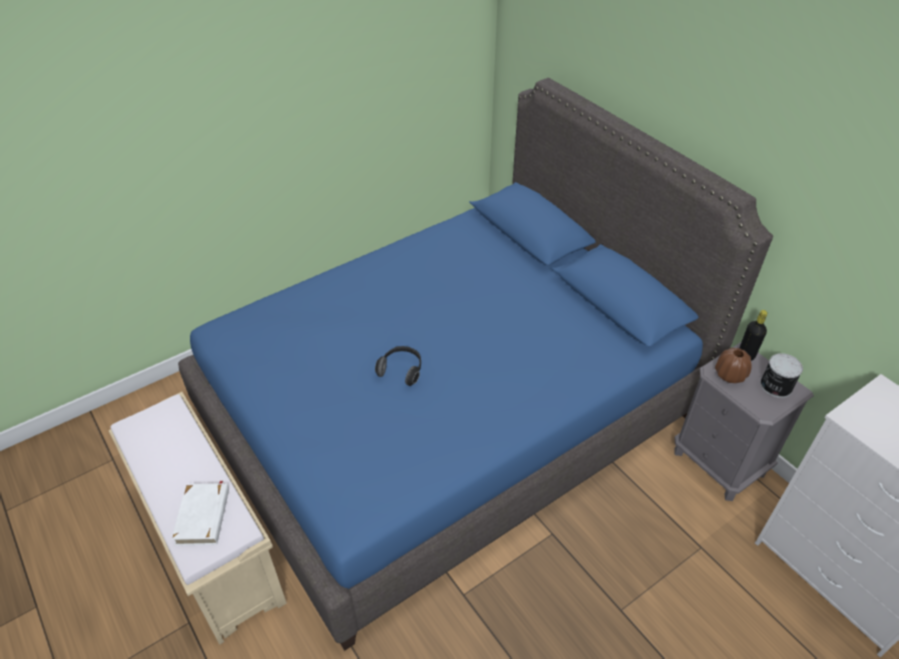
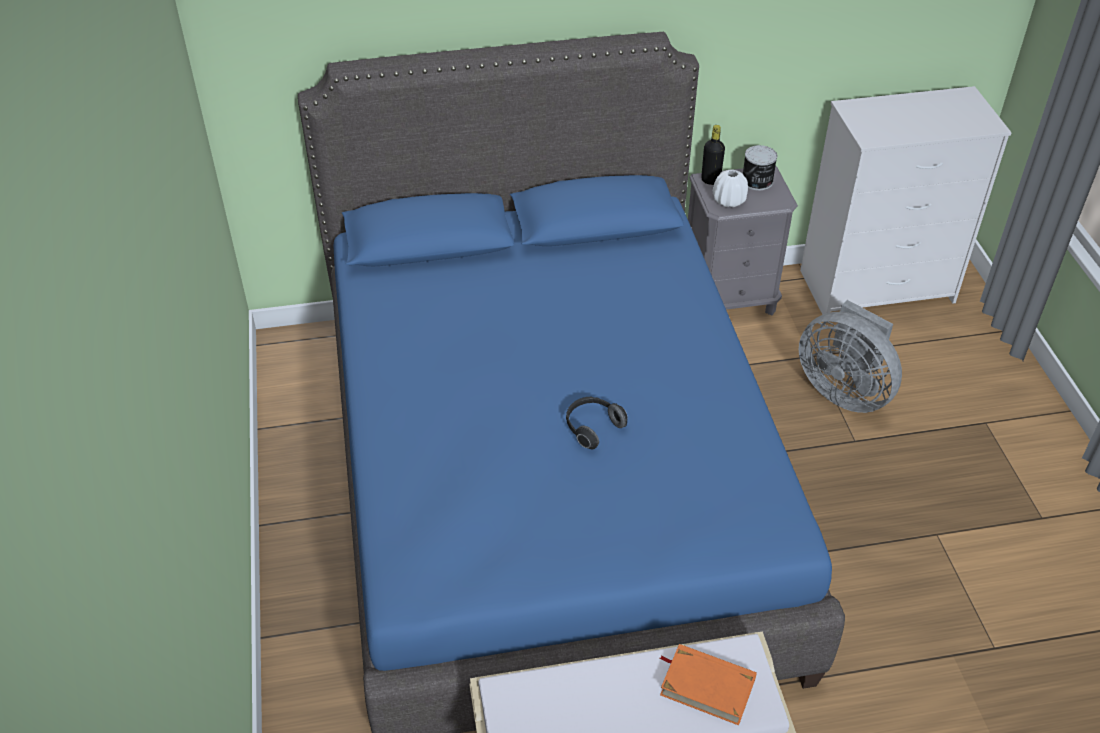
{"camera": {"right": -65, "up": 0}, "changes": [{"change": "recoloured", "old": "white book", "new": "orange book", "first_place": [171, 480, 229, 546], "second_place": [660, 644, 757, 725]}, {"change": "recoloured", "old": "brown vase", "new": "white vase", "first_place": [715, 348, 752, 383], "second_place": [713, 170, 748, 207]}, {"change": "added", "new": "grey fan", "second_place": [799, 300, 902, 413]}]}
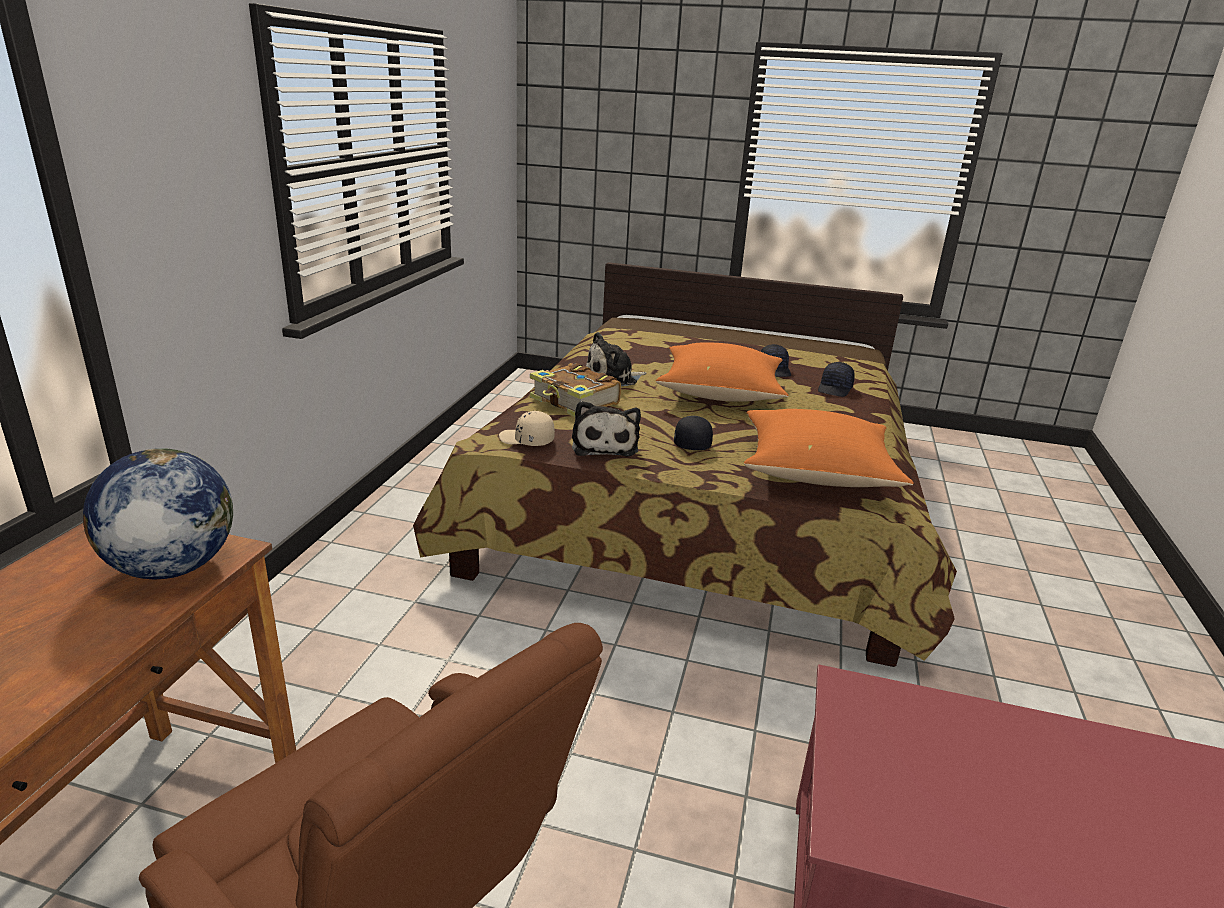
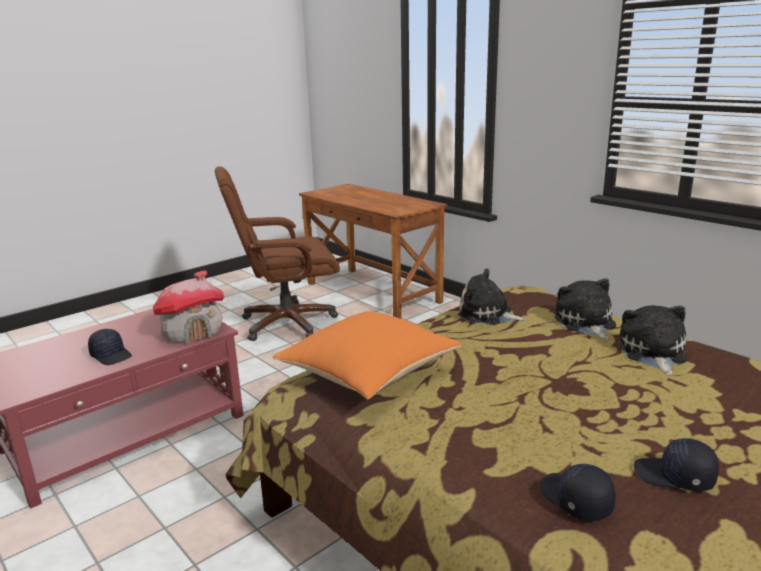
{"camera": {"right": 125, "up": -5}, "changes": [{"change": "removed", "old": "globe", "first_place": [83, 449, 233, 580]}, {"change": "removed", "old": "beige cap", "first_place": [499, 411, 555, 446]}, {"change": "replaced", "old": "book", "new": "plush toy", "first_place": [530, 363, 621, 417], "second_place": [555, 278, 616, 340]}, {"change": "removed", "old": "orange pillow", "first_place": [656, 342, 789, 402]}, {"change": "moved", "old": "black cap", "first_place": [674, 416, 713, 450], "second_place": [88, 329, 132, 365]}, {"change": "added", "new": "toy house", "second_place": [153, 270, 224, 344]}]}
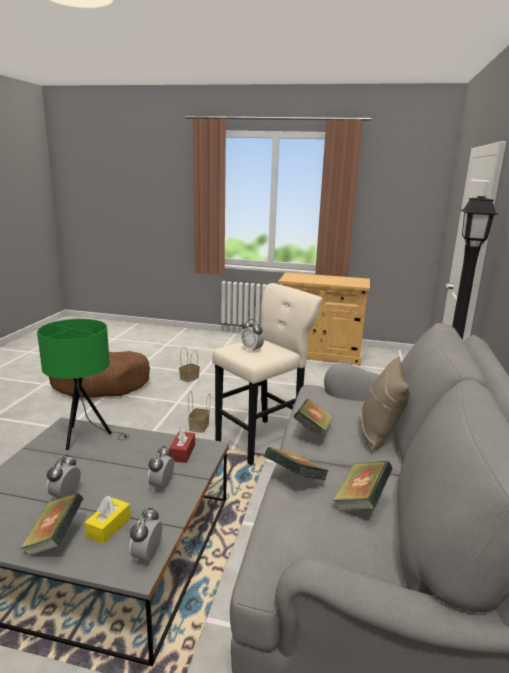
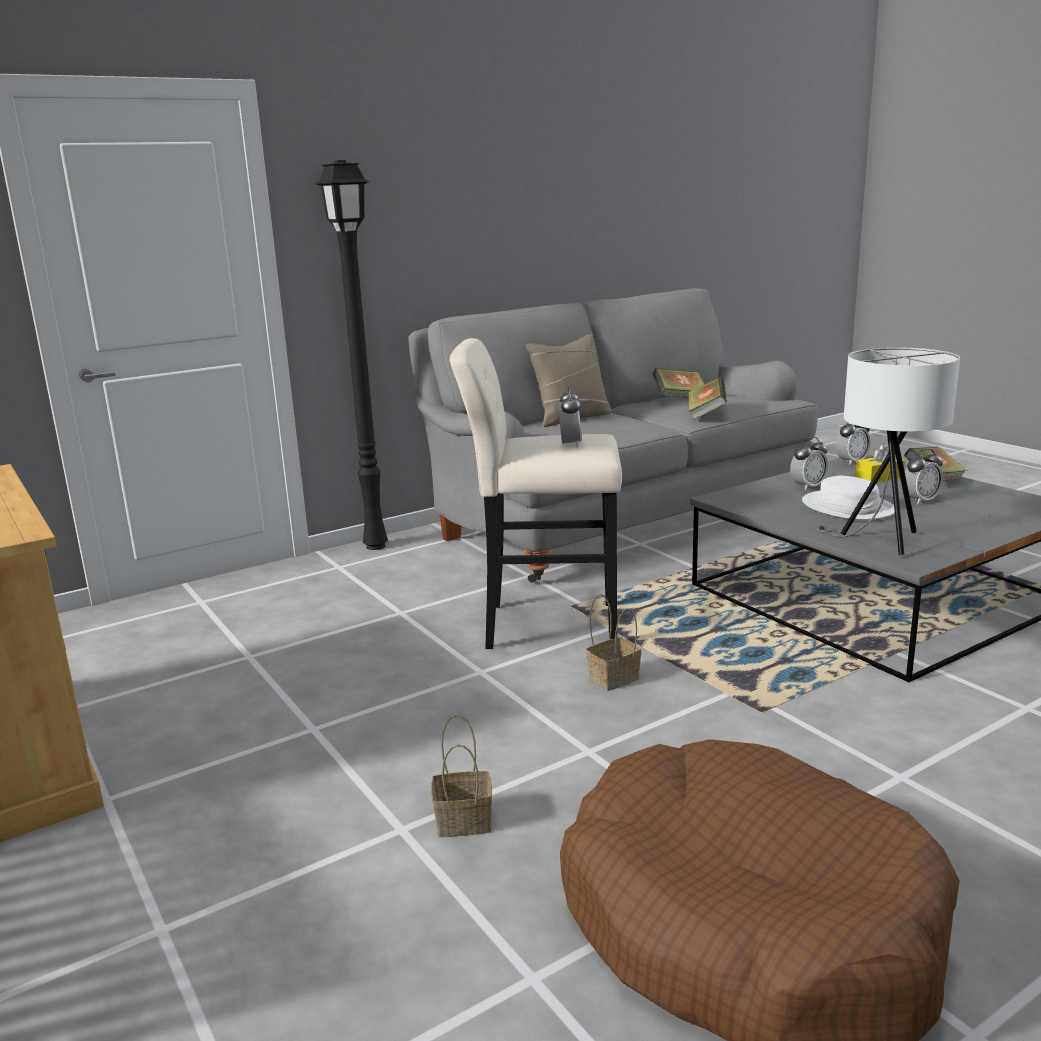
{"camera": {"right": -135, "up": 0}, "changes": [{"change": "recoloured", "old": "green table lamp", "new": "white table lamp", "first_place": [37, 319, 129, 450], "second_place": [816, 347, 960, 555]}, {"change": "removed", "old": "red tissue box", "first_place": [169, 428, 195, 463]}, {"change": "removed", "old": "book", "first_place": [293, 399, 333, 437]}, {"change": "added", "new": "white hat", "second_place": [802, 475, 895, 520]}]}
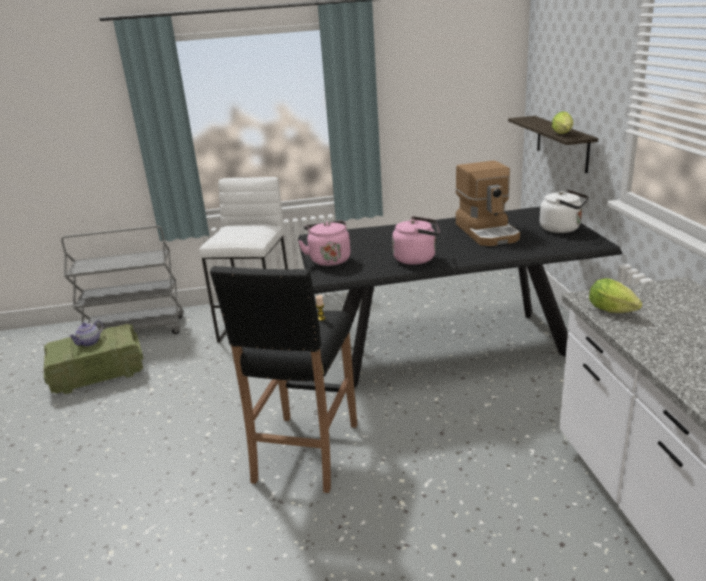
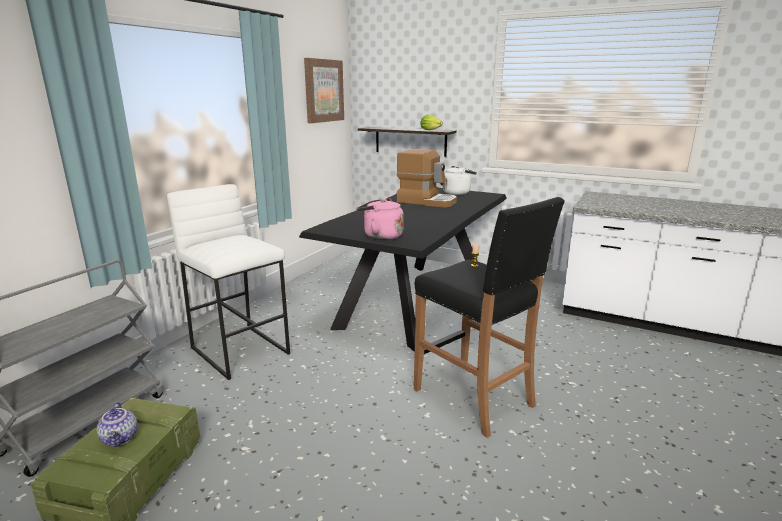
{"camera": {"right": -55, "up": -5}, "changes": [{"change": "removed", "old": "pink kettle", "first_place": [392, 216, 440, 265]}, {"change": "removed", "old": "lettuce", "first_place": [589, 278, 642, 313]}, {"change": "added", "new": "picture", "second_place": [304, 58, 344, 123]}]}
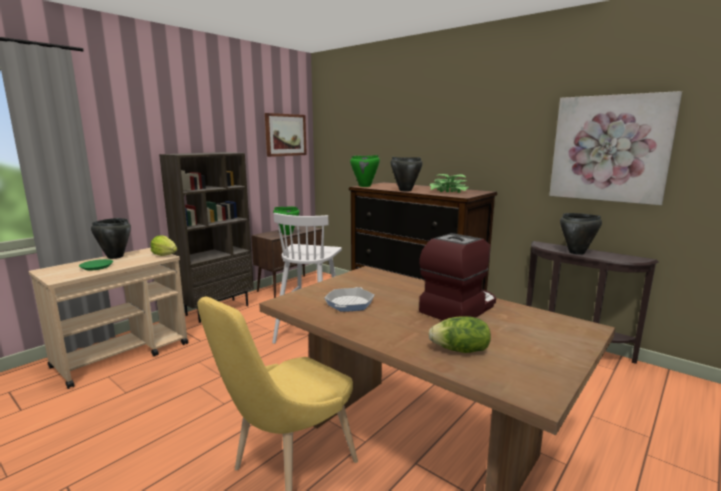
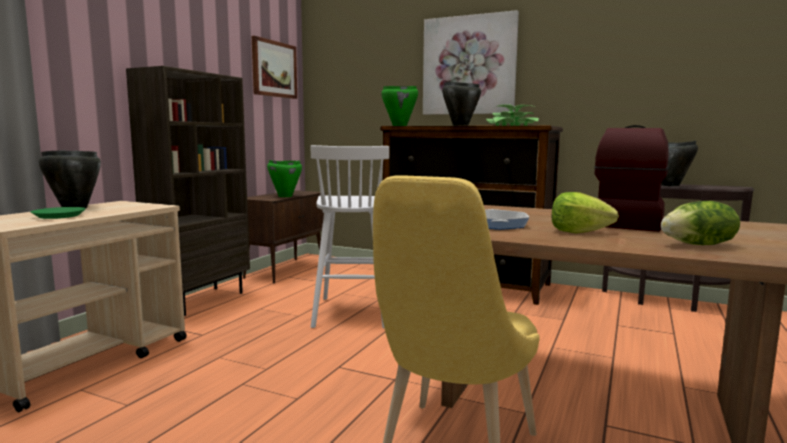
{"camera": {"right": -15, "up": -5}, "changes": [{"change": "moved", "old": "lettuce", "first_place": [151, 235, 178, 256], "second_place": [552, 192, 619, 233]}, {"change": "moved", "old": "picture", "first_place": [549, 91, 682, 205], "second_place": [423, 10, 519, 115]}]}
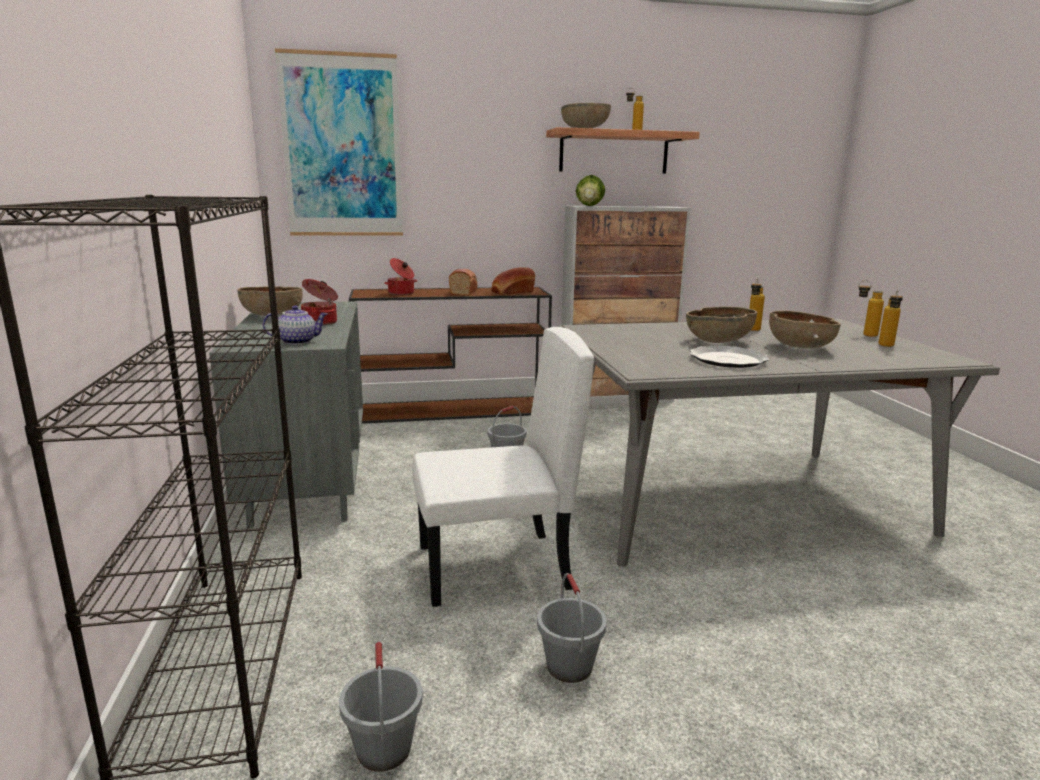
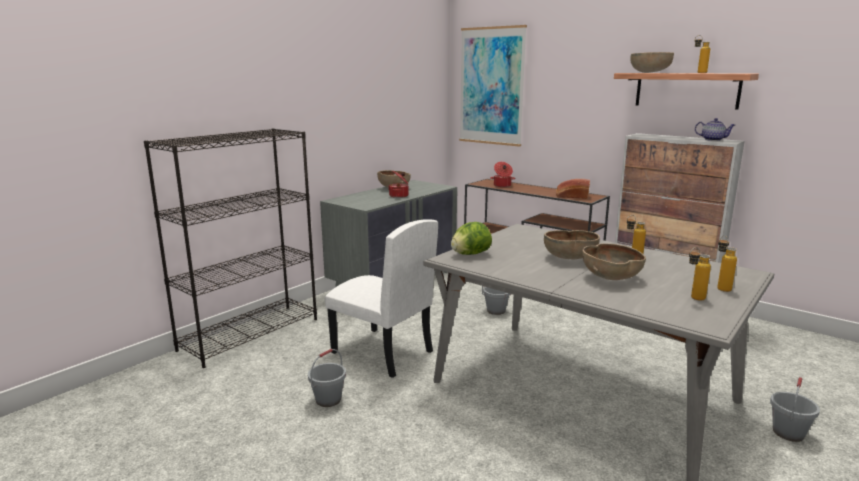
{"camera": {"right": 50, "up": 0}, "changes": [{"change": "moved", "old": "teapot", "first_place": [263, 305, 327, 345], "second_place": [695, 118, 735, 141]}, {"change": "moved", "old": "grey bucket", "first_place": [339, 640, 423, 772], "second_place": [770, 377, 820, 442]}, {"change": "removed", "old": "bread", "first_place": [449, 269, 478, 295]}, {"change": "moved", "old": "lettuce", "first_place": [576, 175, 605, 206], "second_place": [451, 222, 492, 255]}, {"change": "removed", "old": "plate", "first_place": [690, 345, 769, 368]}]}
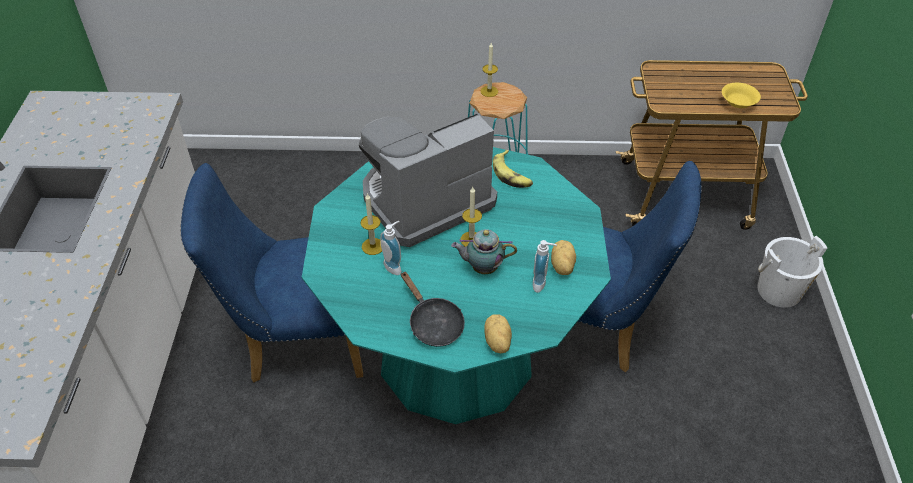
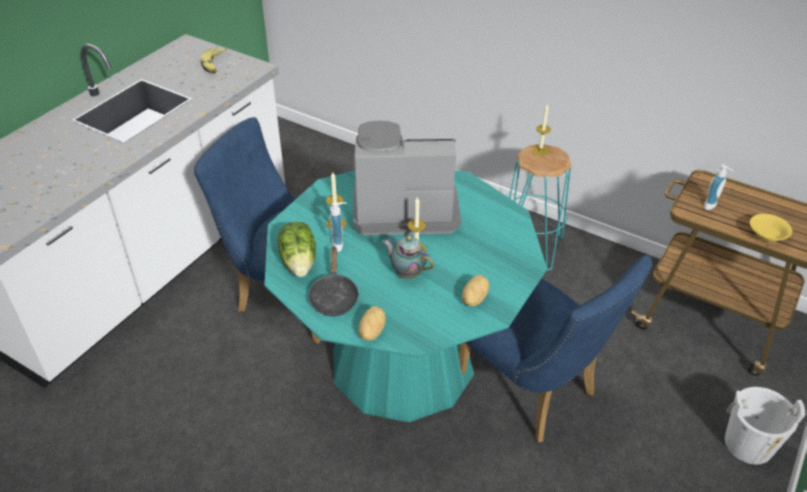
{"camera": {"right": 30, "up": -5}, "changes": [{"change": "moved", "old": "banana", "first_place": [493, 150, 533, 188], "second_place": [200, 48, 227, 73]}, {"change": "moved", "old": "soap dispenser", "first_place": [533, 240, 557, 292], "second_place": [704, 165, 734, 210]}, {"change": "added", "new": "lettuce", "second_place": [278, 222, 316, 277]}]}
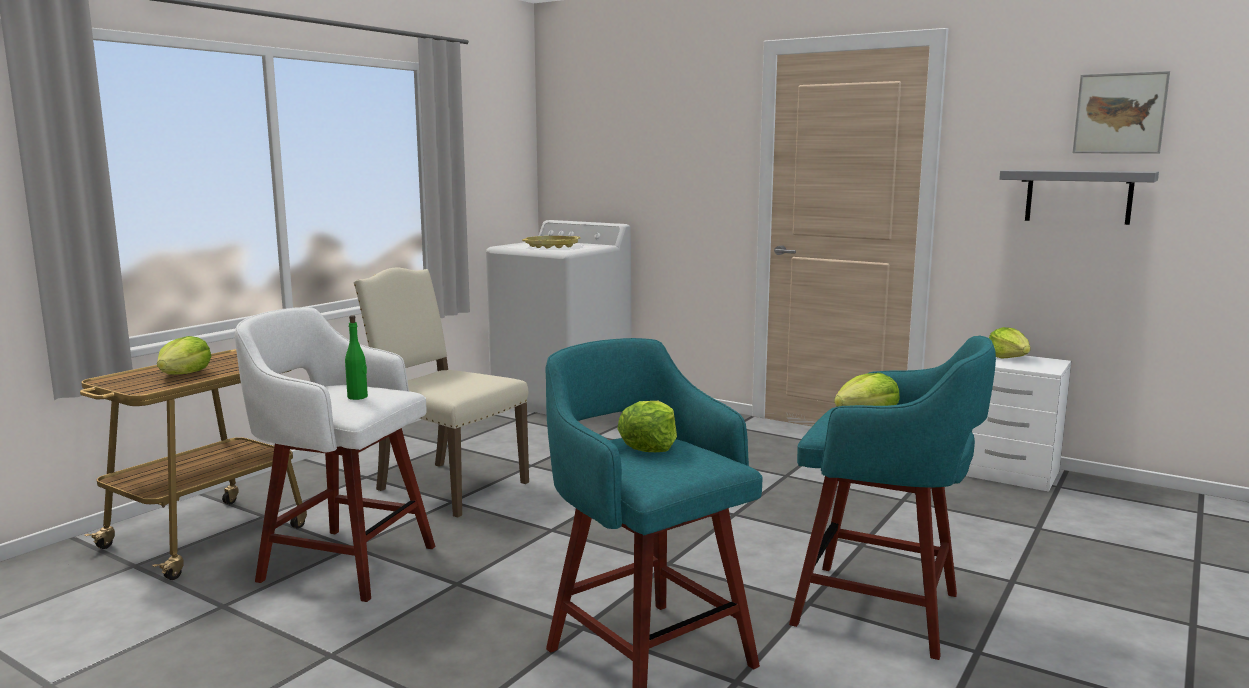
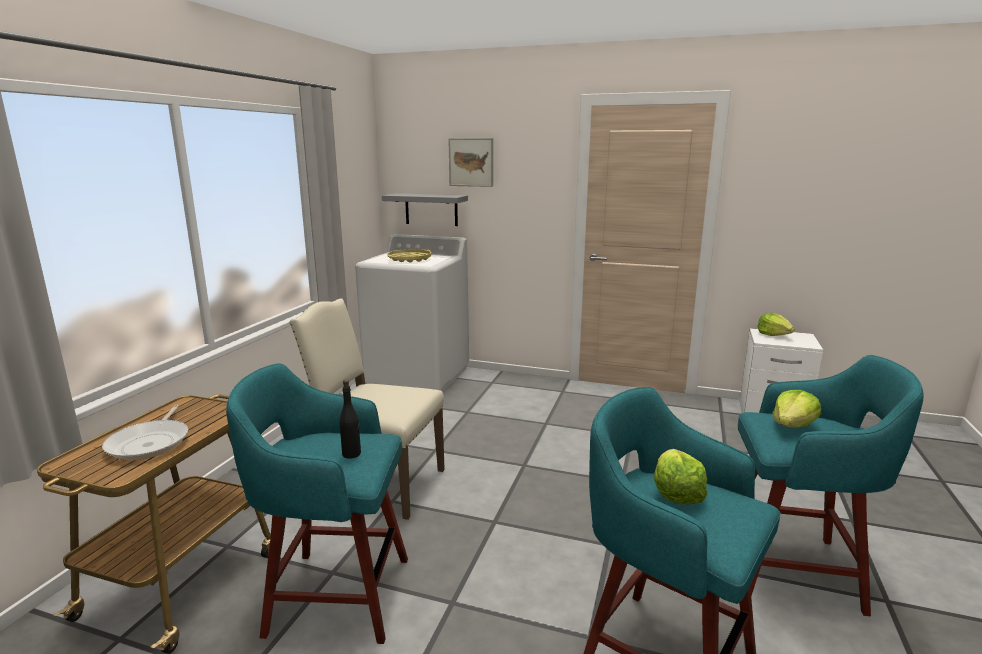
{"camera": {"right": -15, "up": 5}, "changes": [{"change": "replaced", "old": "lettuce", "new": "frying pan", "first_place": [157, 336, 212, 375], "second_place": [102, 405, 188, 460]}, {"change": "recoloured", "old": "white stool", "new": "turquoise stool", "first_place": [235, 307, 435, 602], "second_place": [226, 363, 408, 644]}, {"change": "recoloured", "old": "green bottle", "new": "black bottle", "first_place": [345, 315, 368, 400], "second_place": [339, 380, 361, 458]}, {"change": "moved", "old": "grey shelf", "first_place": [999, 170, 1159, 225], "second_place": [382, 193, 468, 226]}, {"change": "moved", "old": "picture", "first_place": [1073, 71, 1170, 154], "second_place": [448, 138, 493, 187]}]}
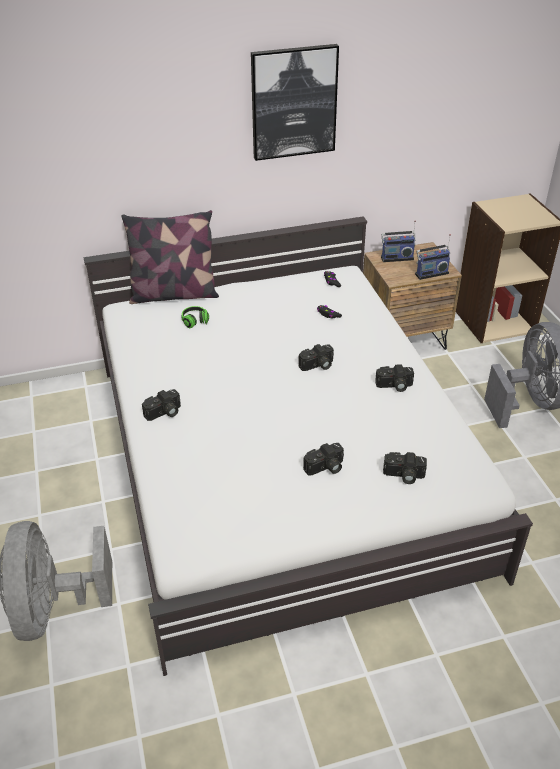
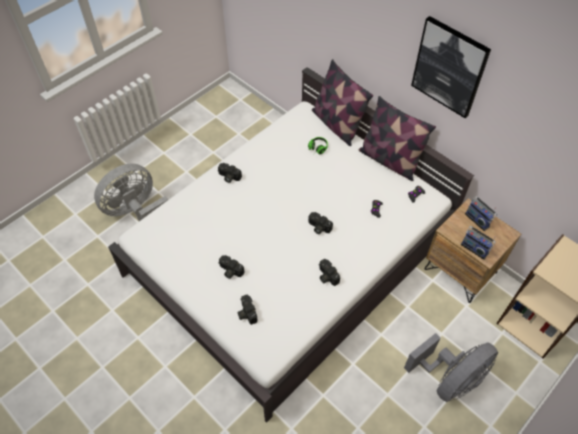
{"camera": {"right": 60, "up": 15}, "changes": [{"change": "added", "new": "pillow", "second_place": [358, 96, 436, 181]}]}
